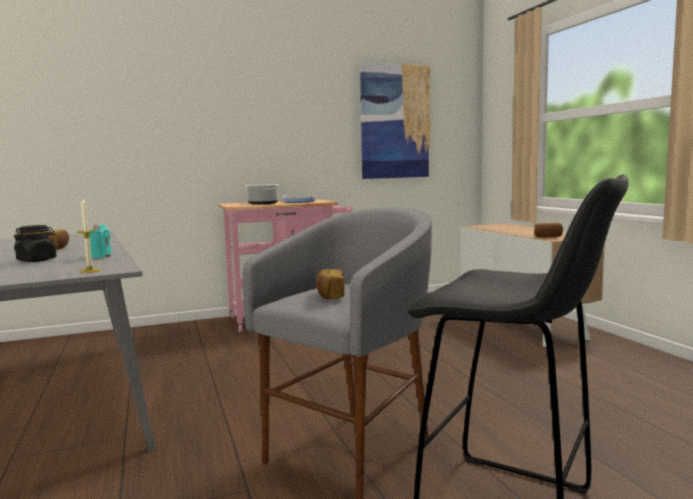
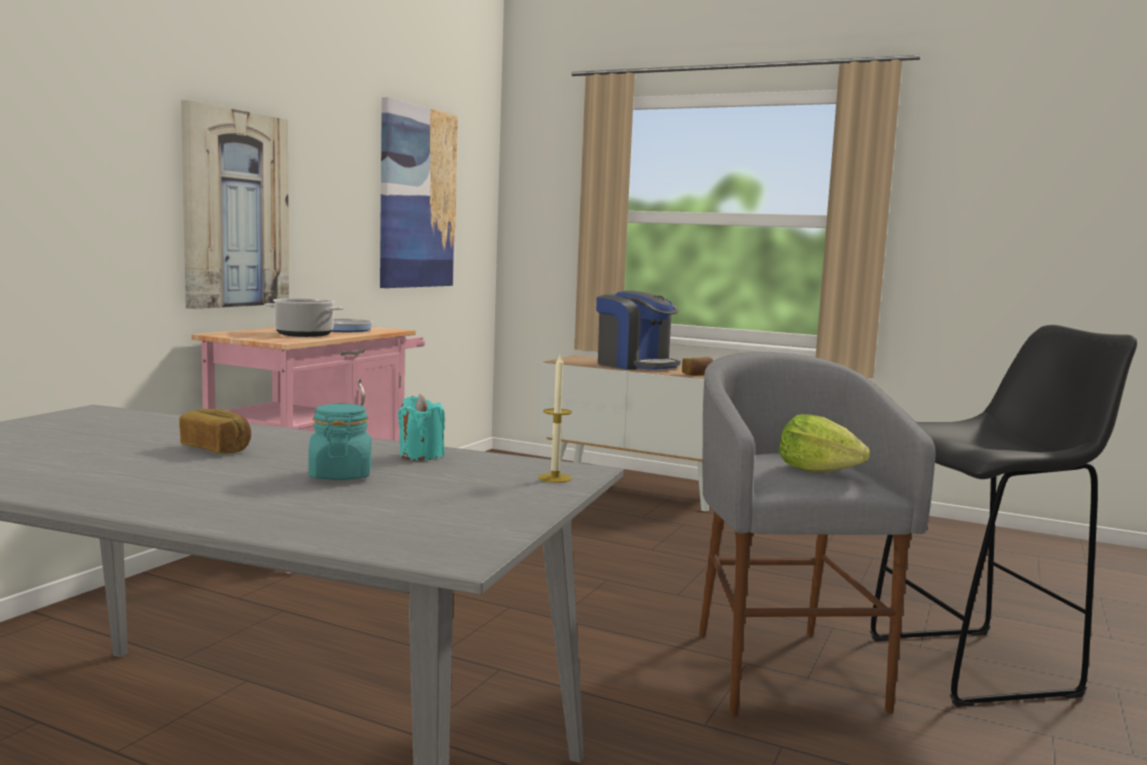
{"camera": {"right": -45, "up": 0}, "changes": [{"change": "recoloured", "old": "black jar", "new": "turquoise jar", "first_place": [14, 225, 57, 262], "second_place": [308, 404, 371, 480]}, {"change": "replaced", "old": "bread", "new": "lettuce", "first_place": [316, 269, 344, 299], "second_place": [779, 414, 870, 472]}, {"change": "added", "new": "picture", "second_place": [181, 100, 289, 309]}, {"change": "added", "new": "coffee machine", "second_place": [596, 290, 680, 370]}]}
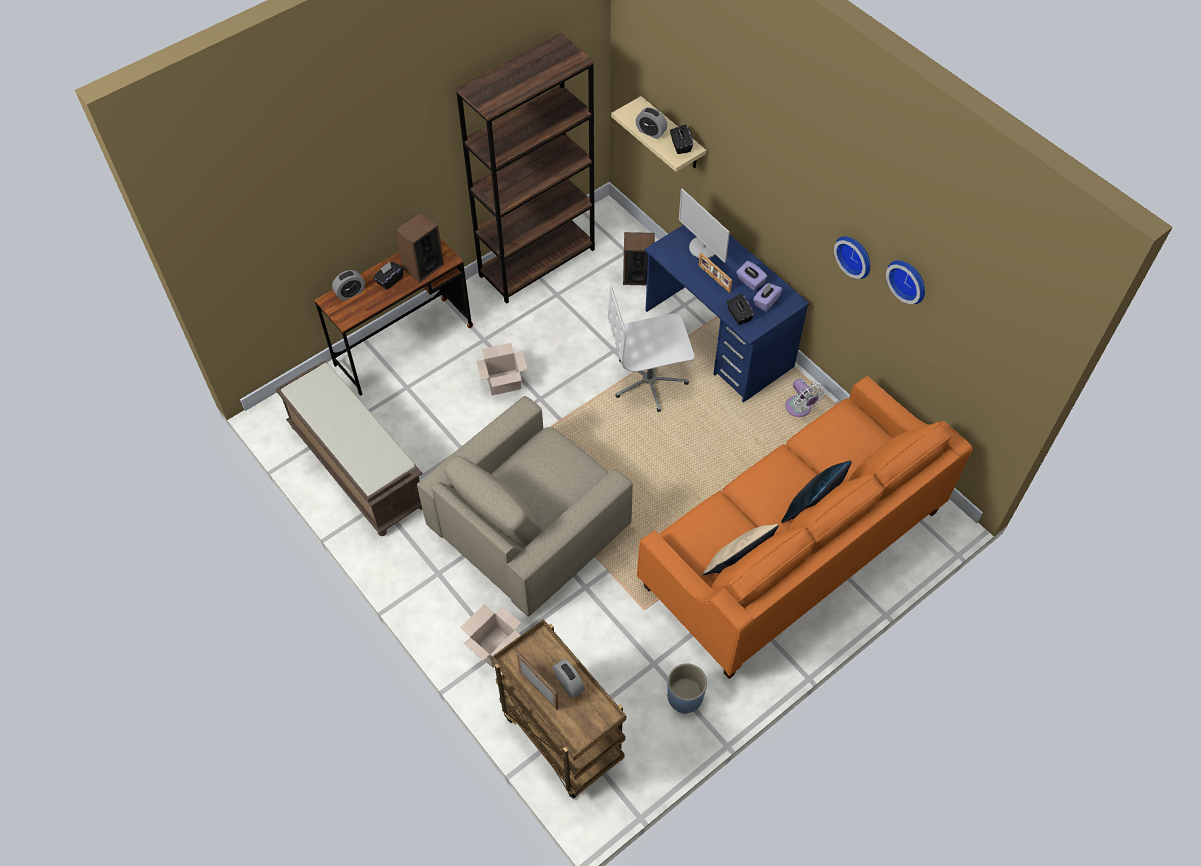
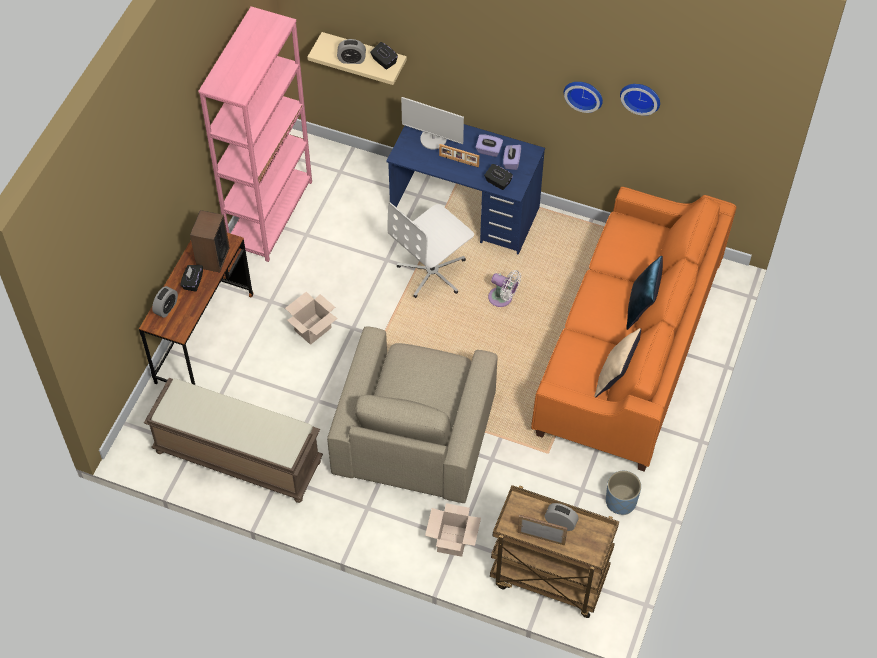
{"camera": {"right": -30, "up": 0}, "changes": [{"change": "recoloured", "old": "brown bookcase", "new": "pink bookcase", "first_place": [455, 33, 595, 304], "second_place": [198, 6, 312, 262]}, {"change": "removed", "old": "speaker", "first_place": [623, 232, 655, 285]}, {"change": "moved", "old": "white fan", "first_place": [785, 379, 825, 417], "second_place": [488, 270, 521, 307]}]}
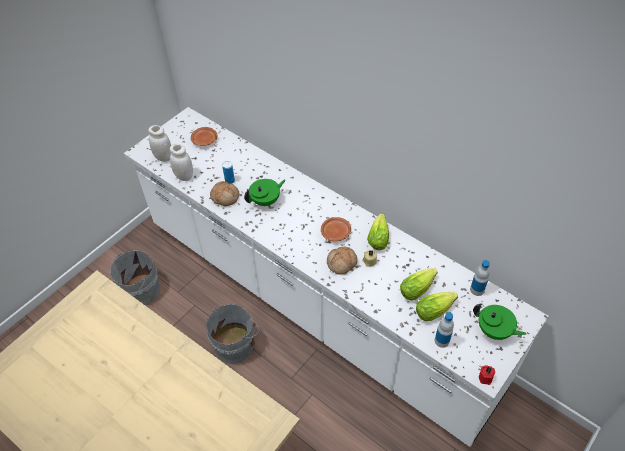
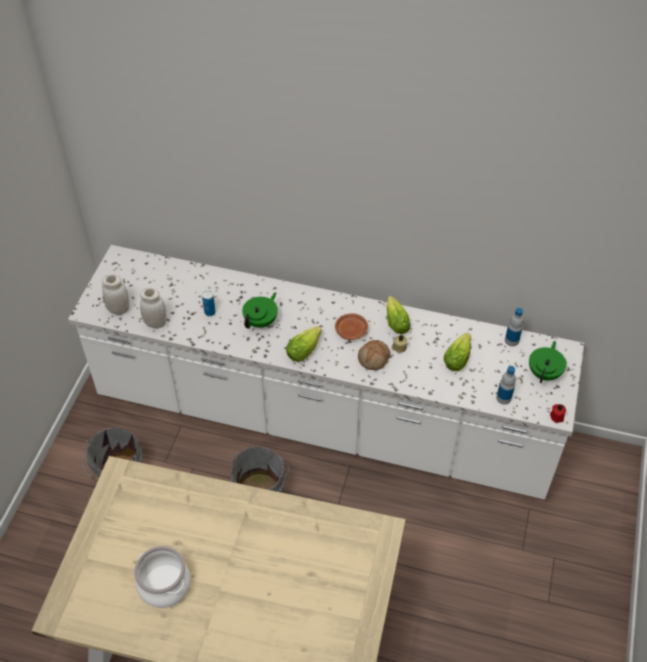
{"camera": {"right": -25, "up": 0}, "changes": [{"change": "removed", "old": "brown plate", "first_place": [191, 127, 217, 146]}, {"change": "removed", "old": "bread", "first_place": [210, 181, 240, 206]}, {"change": "moved", "old": "lettuce", "first_place": [416, 292, 458, 321], "second_place": [286, 326, 322, 362]}, {"change": "turned", "old": "green teapot", "first_place": [473, 304, 526, 340], "second_place": [529, 341, 567, 383], "degrees": -75}, {"change": "added", "new": "cooking pot", "second_place": [134, 546, 191, 608]}]}
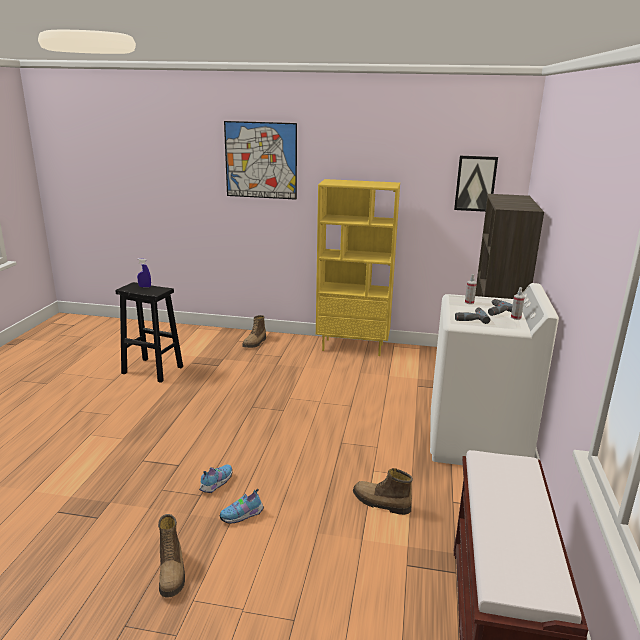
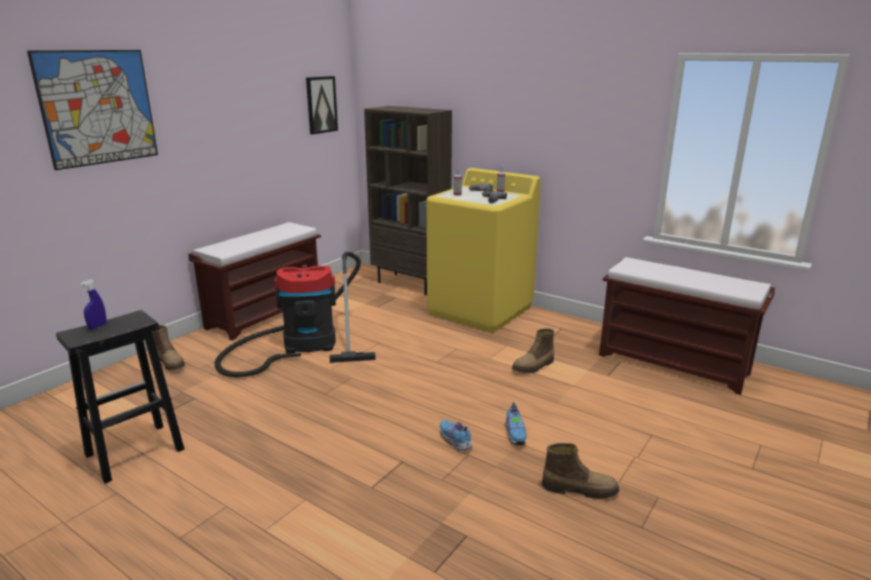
{"camera": {"right": -65, "up": 0}, "changes": [{"change": "replaced", "old": "yellow bookcase", "new": "brown bench", "first_place": [316, 179, 400, 356], "second_place": [188, 222, 321, 340]}, {"change": "recoloured", "old": "white washing machine", "new": "yellow washing machine", "first_place": [430, 283, 559, 465], "second_place": [426, 168, 541, 333]}, {"change": "added", "new": "vacuum cleaner", "second_place": [215, 252, 376, 377]}]}
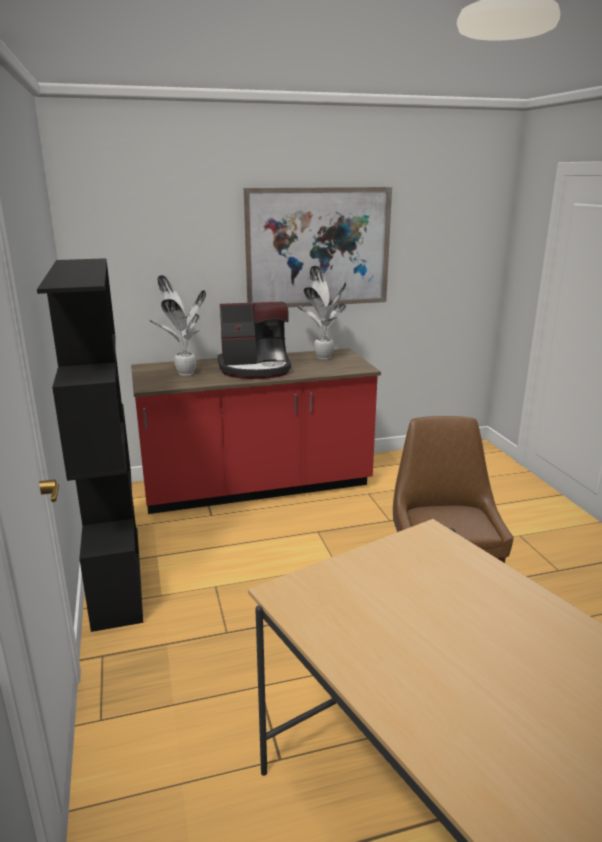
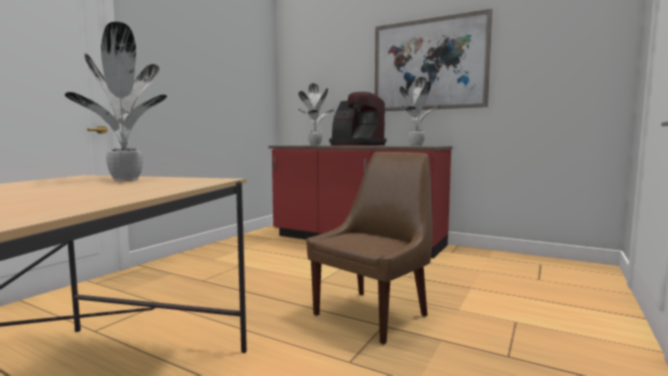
{"camera": {"right": 45, "up": -15}, "changes": [{"change": "removed", "old": "black bookcase", "first_place": [37, 258, 143, 632]}, {"change": "added", "new": "potted plant", "second_place": [65, 22, 167, 181]}]}
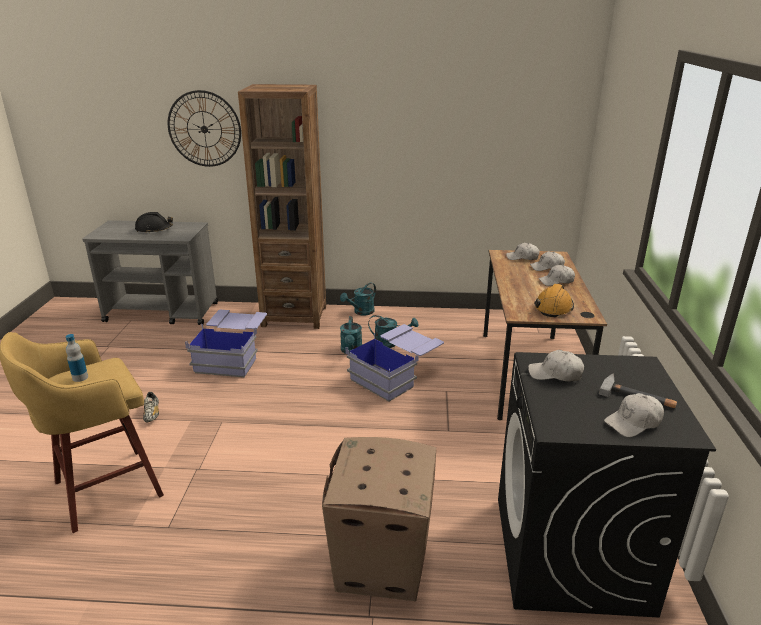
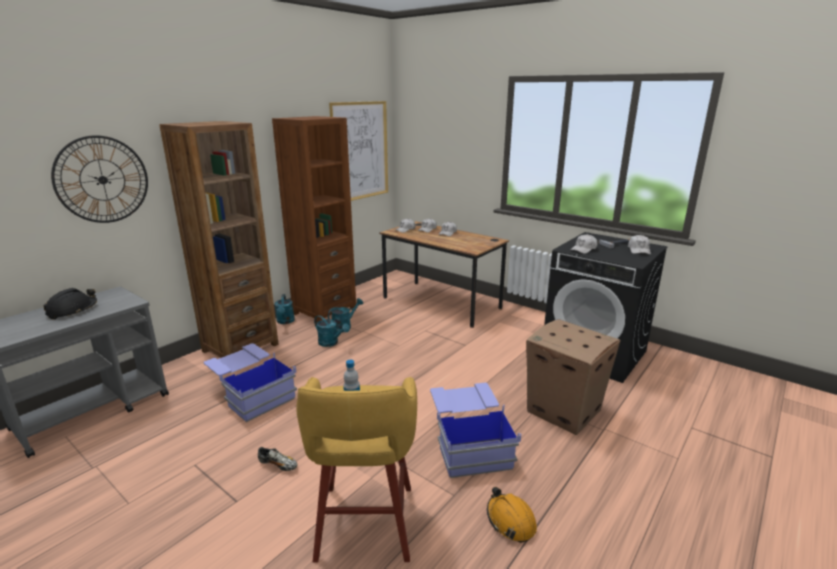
{"camera": {"right": -55, "up": -5}, "changes": [{"change": "moved", "old": "blue storage box", "first_place": [345, 324, 444, 402], "second_place": [430, 383, 521, 478]}, {"change": "moved", "old": "orange hard hat", "first_place": [534, 284, 574, 317], "second_place": [487, 487, 537, 543]}, {"change": "added", "new": "brown bookcase", "second_place": [272, 116, 356, 322]}, {"change": "added", "new": "picture", "second_place": [329, 101, 388, 201]}]}
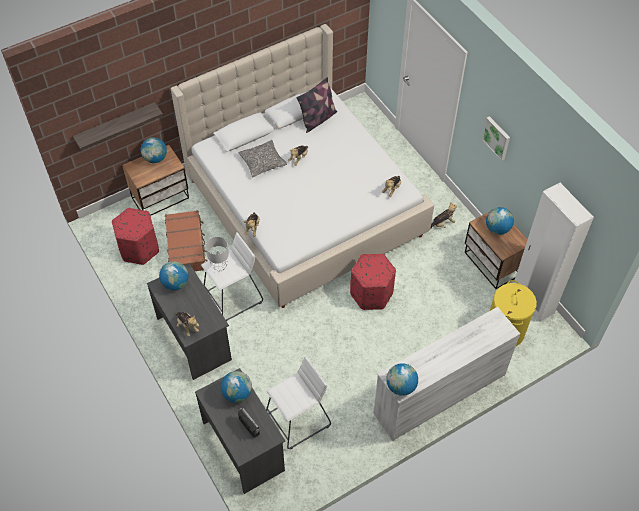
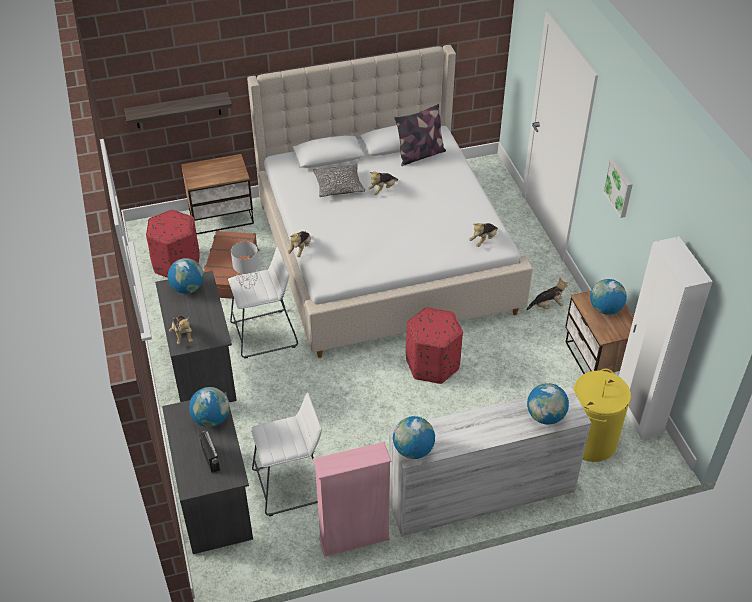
{"camera": {"right": 15, "up": -10}, "changes": [{"change": "moved", "old": "globe", "first_place": [141, 137, 167, 163], "second_place": [527, 383, 569, 424]}, {"change": "added", "new": "pink bookcase", "second_place": [313, 442, 391, 557]}]}
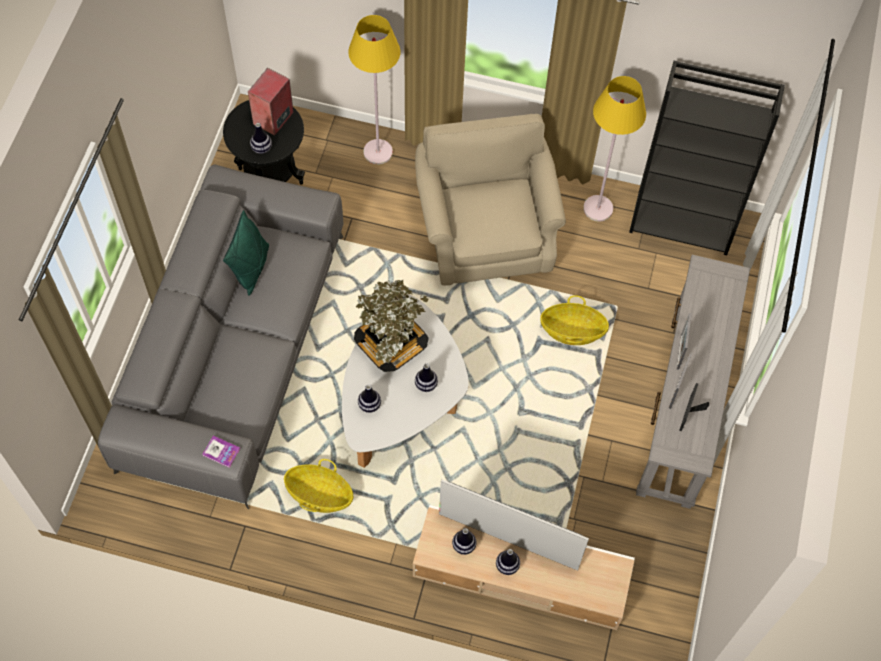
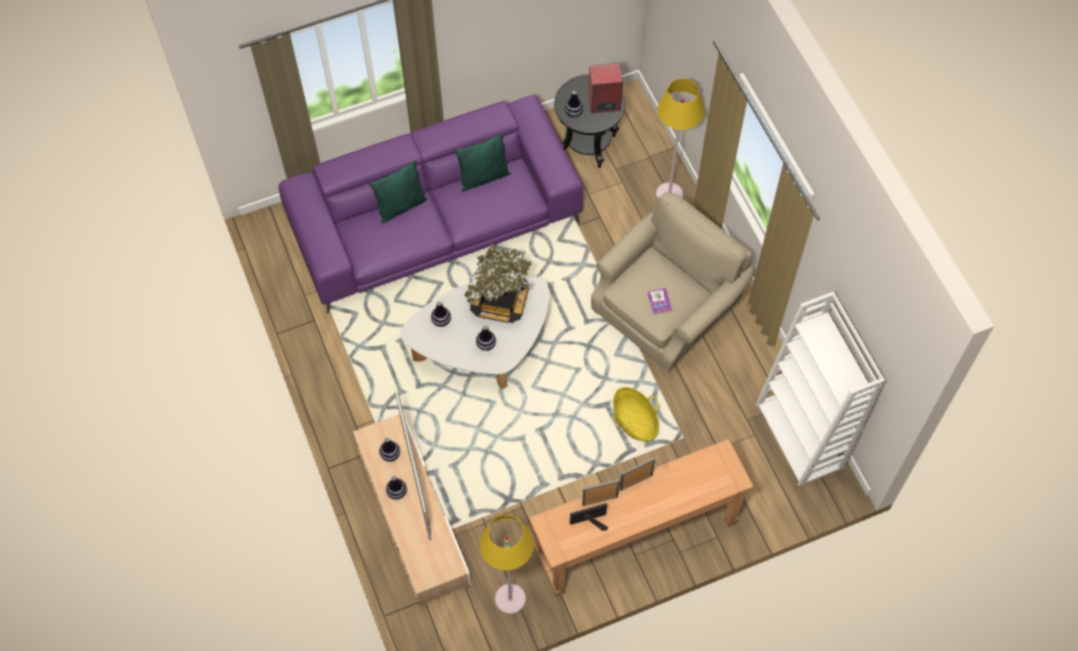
{"camera": {"right": 55, "up": 0}, "changes": [{"change": "recoloured", "old": "grey sofa", "new": "purple sofa", "first_place": [98, 164, 344, 509], "second_place": [278, 95, 583, 314]}, {"change": "moved", "old": "book", "first_place": [202, 436, 240, 468], "second_place": [647, 288, 672, 315]}, {"change": "removed", "old": "basket", "first_place": [284, 459, 353, 513]}, {"change": "moved", "old": "yellow floor lamp", "first_place": [583, 76, 646, 222], "second_place": [480, 515, 534, 614]}, {"change": "recoloured", "old": "black bookcase", "new": "white bookcase", "first_place": [629, 61, 785, 255], "second_place": [755, 291, 885, 486]}, {"change": "recoloured", "old": "grey console table", "new": "brown console table", "first_place": [636, 254, 750, 509], "second_place": [529, 439, 754, 597]}, {"change": "added", "new": "green pillow", "second_place": [369, 160, 428, 224]}]}
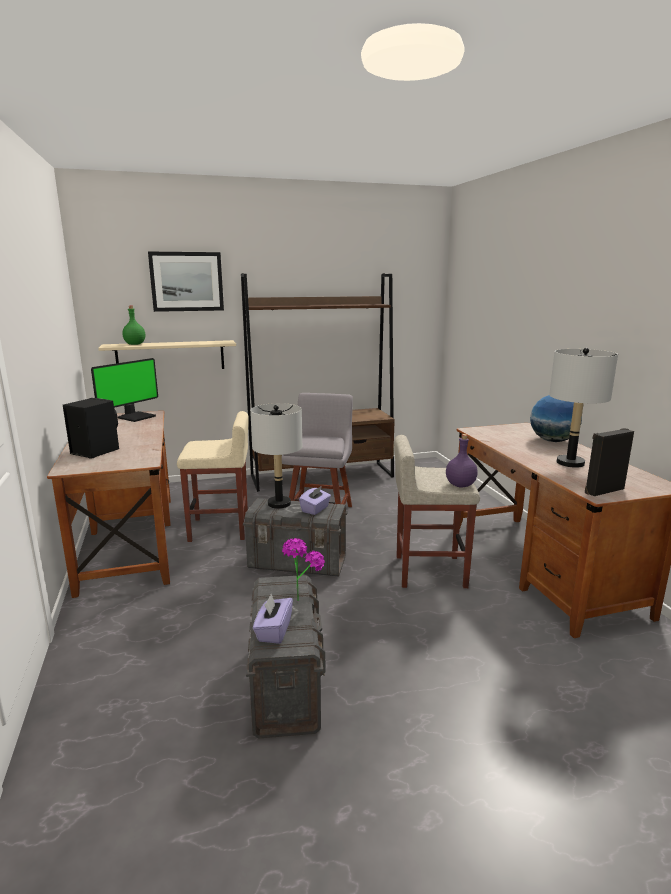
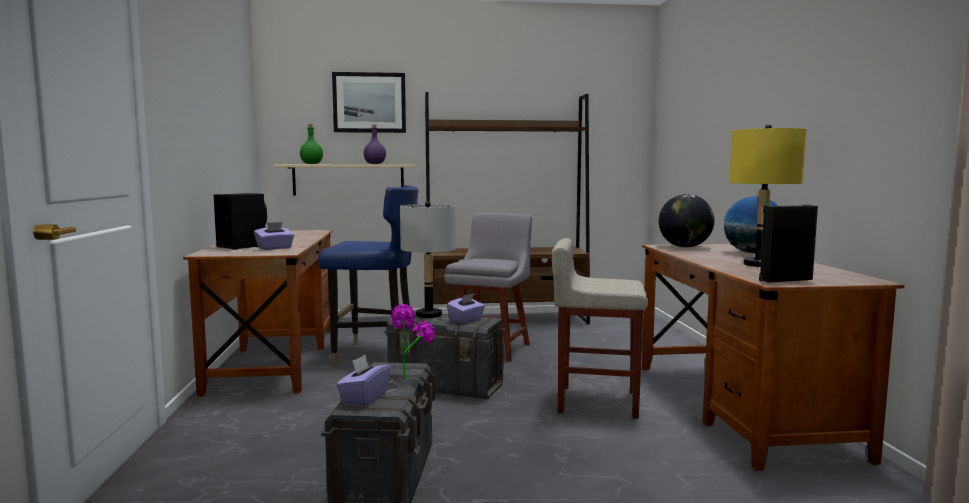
{"camera": {"right": 10, "up": -10}, "changes": [{"change": "removed", "old": "monitor", "first_place": [91, 358, 158, 422]}, {"change": "replaced", "old": "beige stool", "new": "blue chair", "first_place": [177, 411, 249, 542], "second_place": [318, 185, 419, 365]}, {"change": "moved", "old": "purple bottle", "first_place": [446, 434, 478, 487], "second_place": [363, 124, 386, 164]}, {"change": "recoloured", "old": "grey table lamp", "new": "yellow table lamp", "first_place": [549, 348, 618, 468], "second_place": [729, 124, 806, 267]}, {"change": "added", "new": "purple tissue box", "second_place": [254, 222, 294, 250]}, {"change": "added", "new": "globe", "second_place": [659, 194, 714, 248]}]}
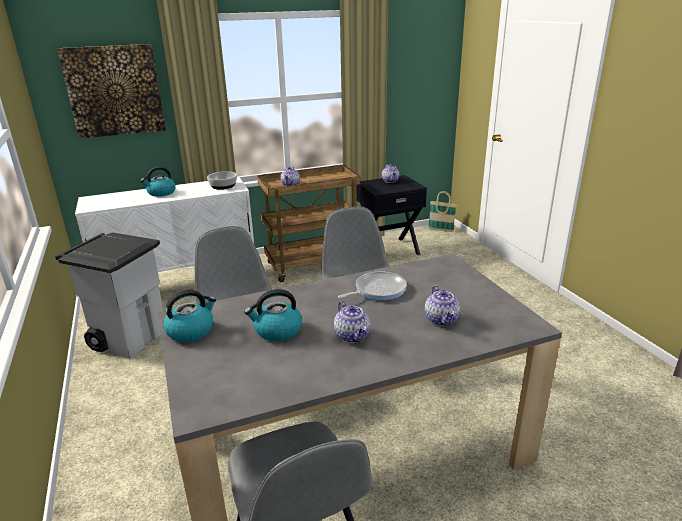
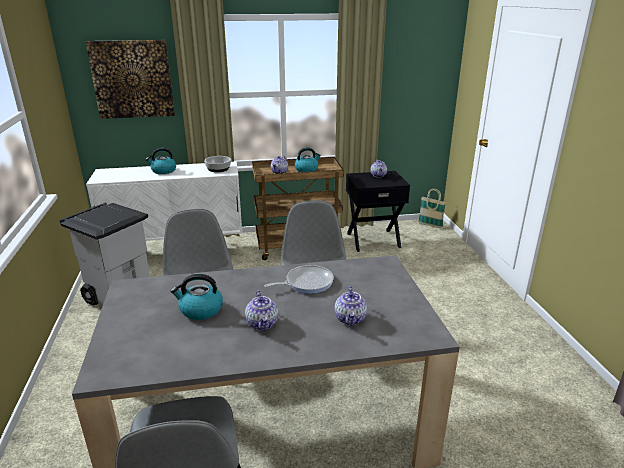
{"camera": {"right": 10, "up": 0}, "changes": [{"change": "moved", "old": "kettle", "first_place": [163, 290, 216, 342], "second_place": [295, 147, 321, 172]}]}
